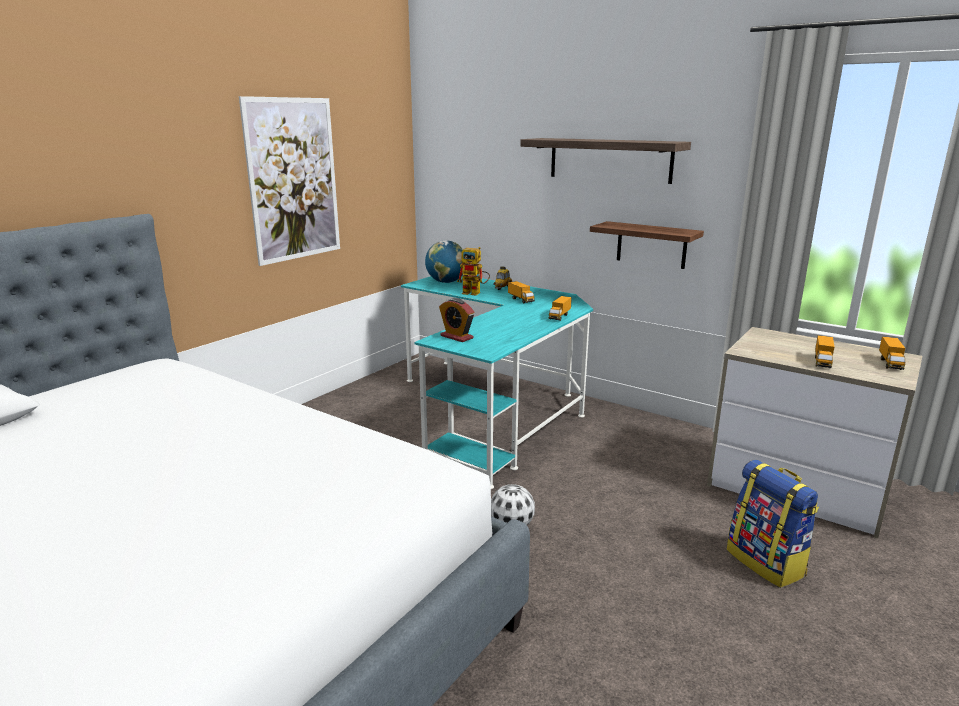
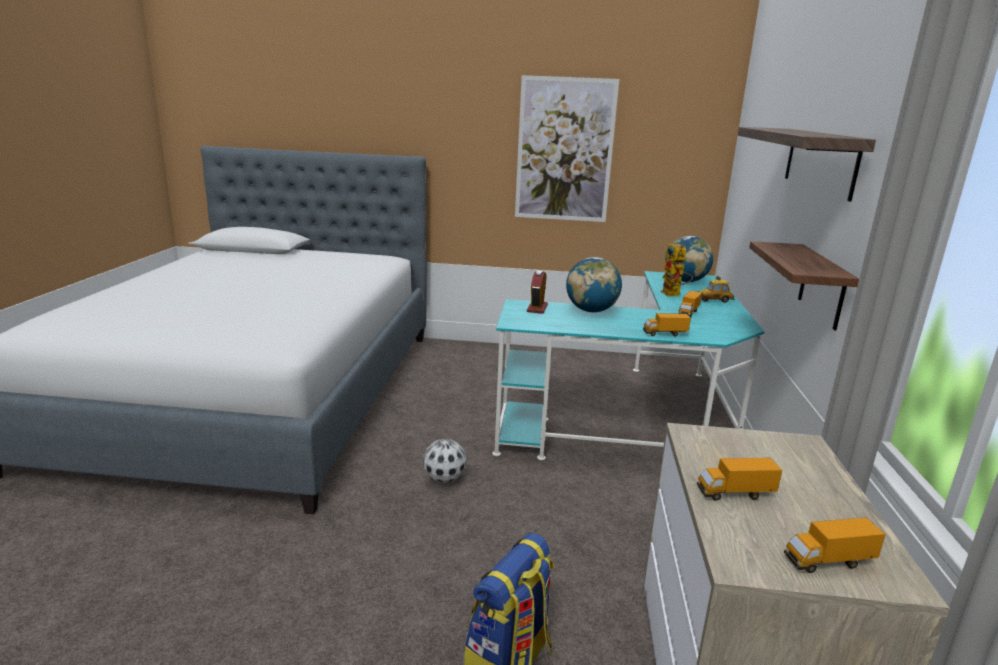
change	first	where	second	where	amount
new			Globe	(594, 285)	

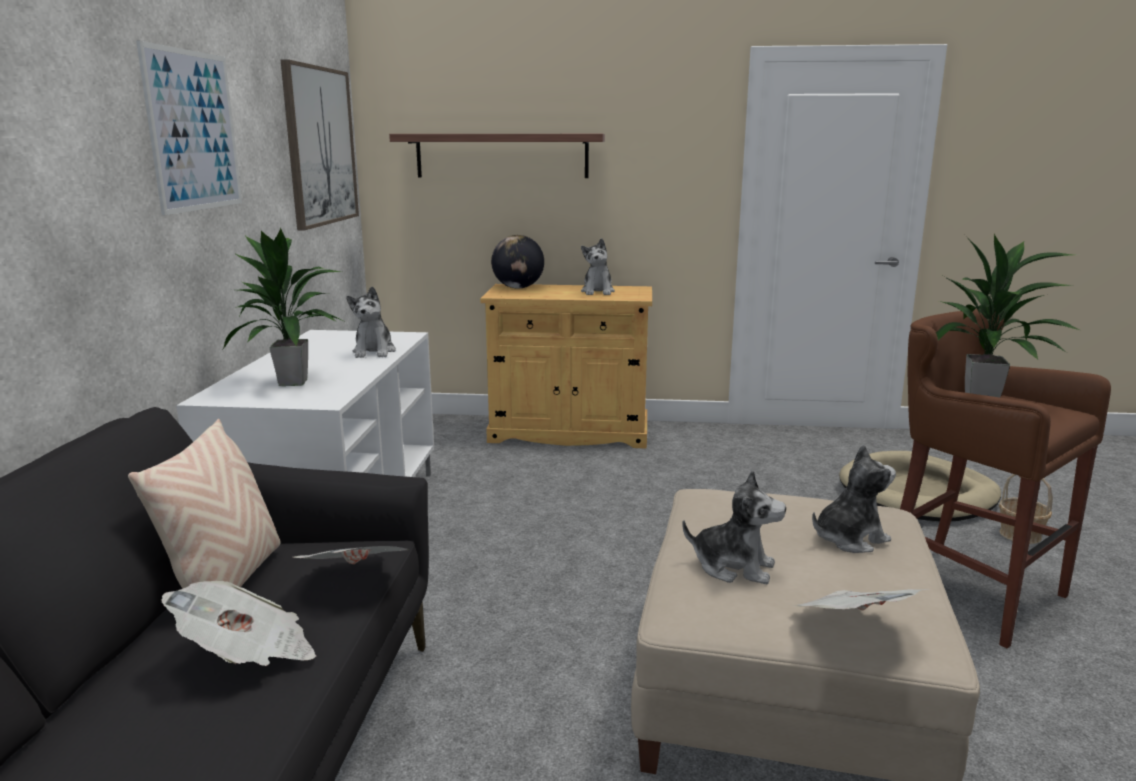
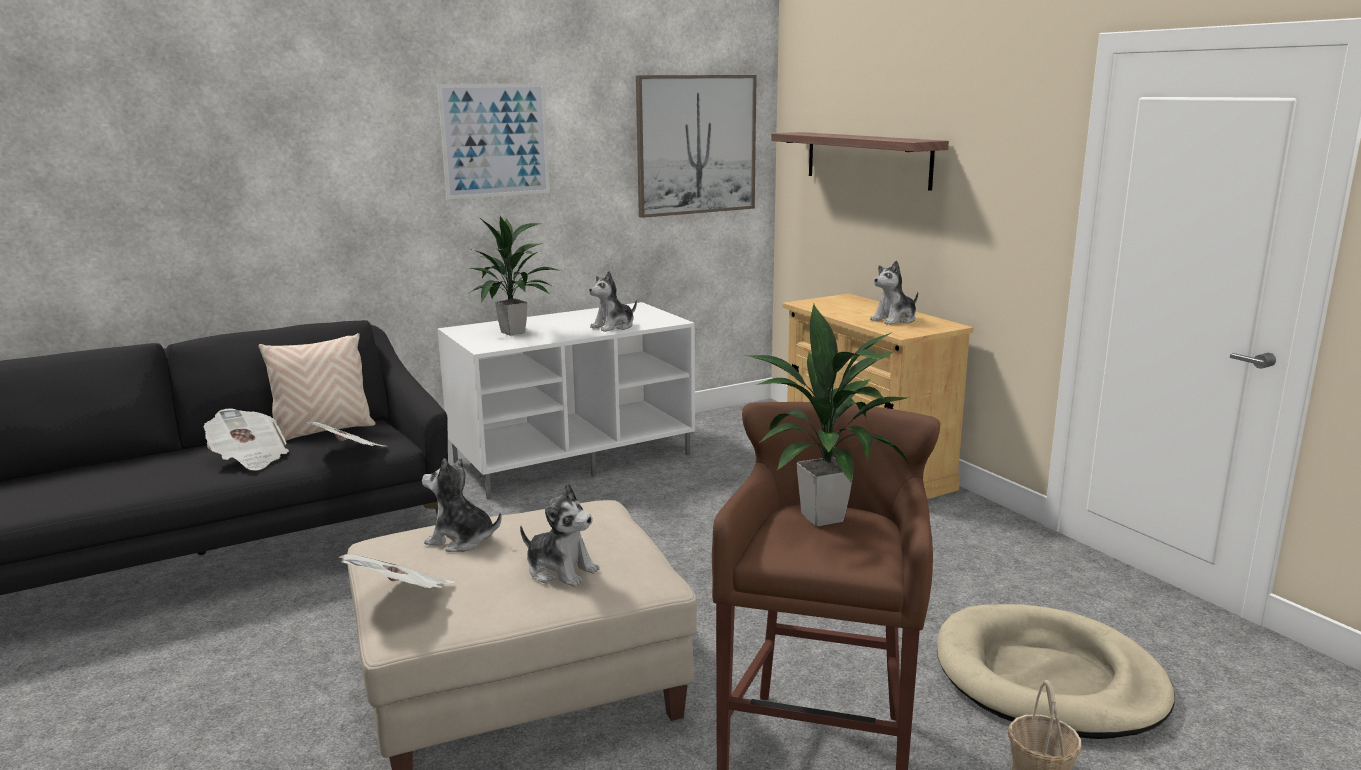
change	first	where	second	where	amount
gone	Globe	(517, 261)			
rotated	PlushToy	(734, 527)		(462, 505)	120 degrees clockwise

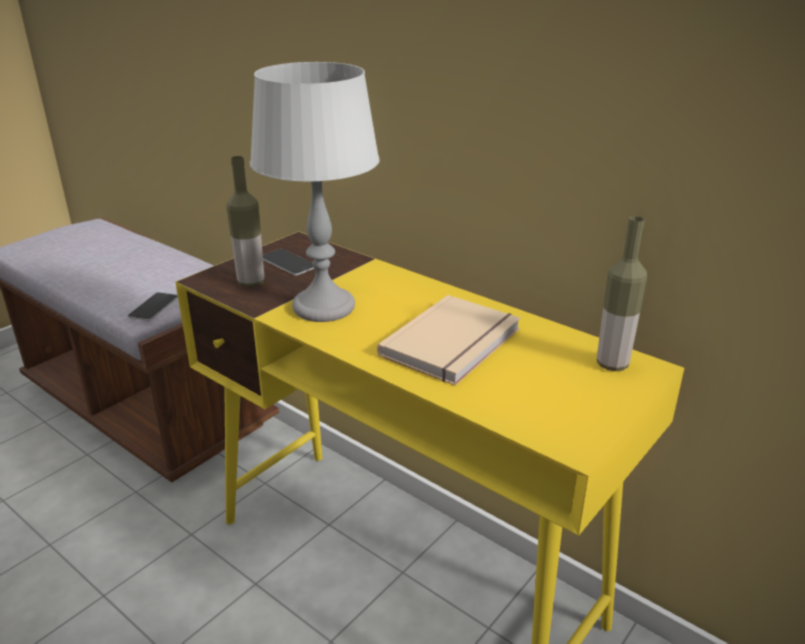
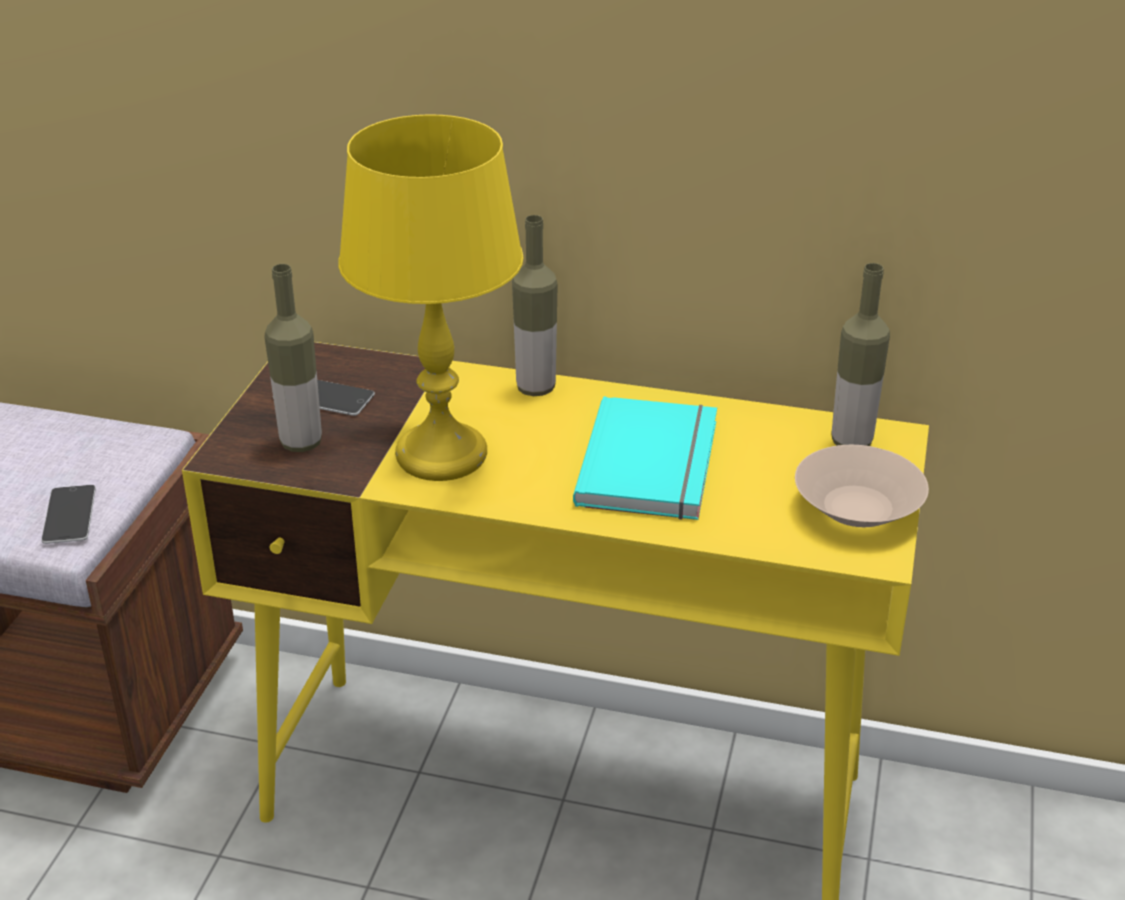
change	first	where	second	where	amount
repainted	GreyishTableLamp	(314, 192)	YellowishTableLamp	(431, 297)	
repainted	BeigeBook	(449, 340)	BlueGreenBook	(645, 458)	
new			Bottle	(535, 305)	
new			BeigeDeepDish	(862, 486)	

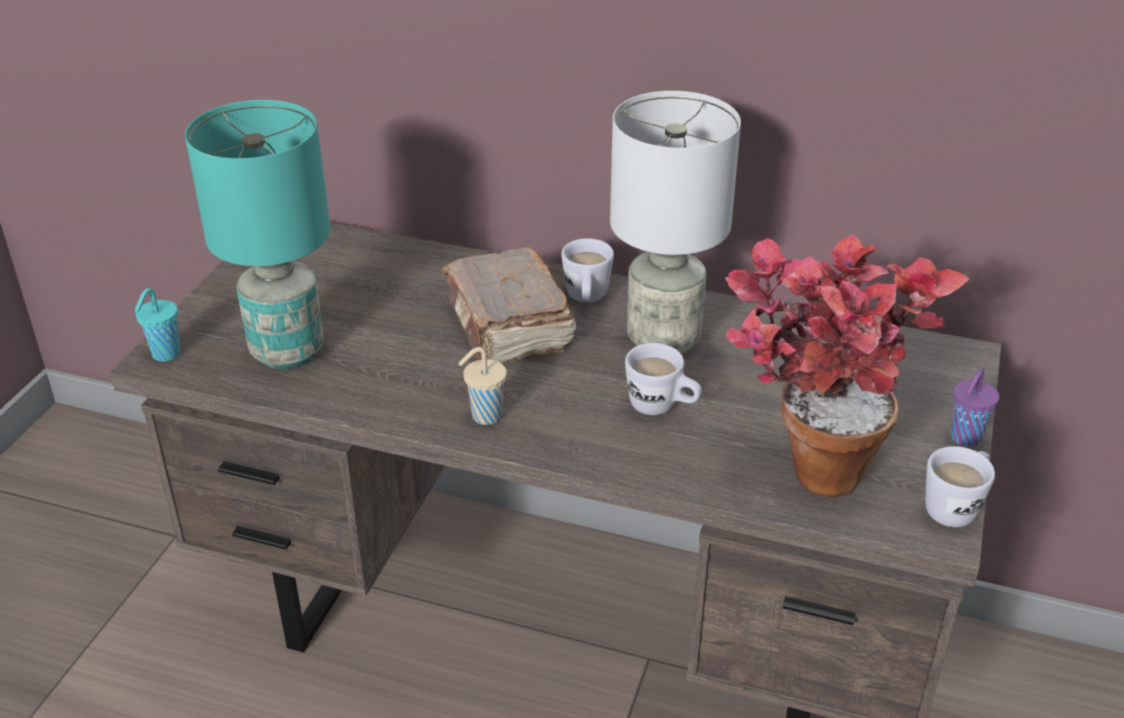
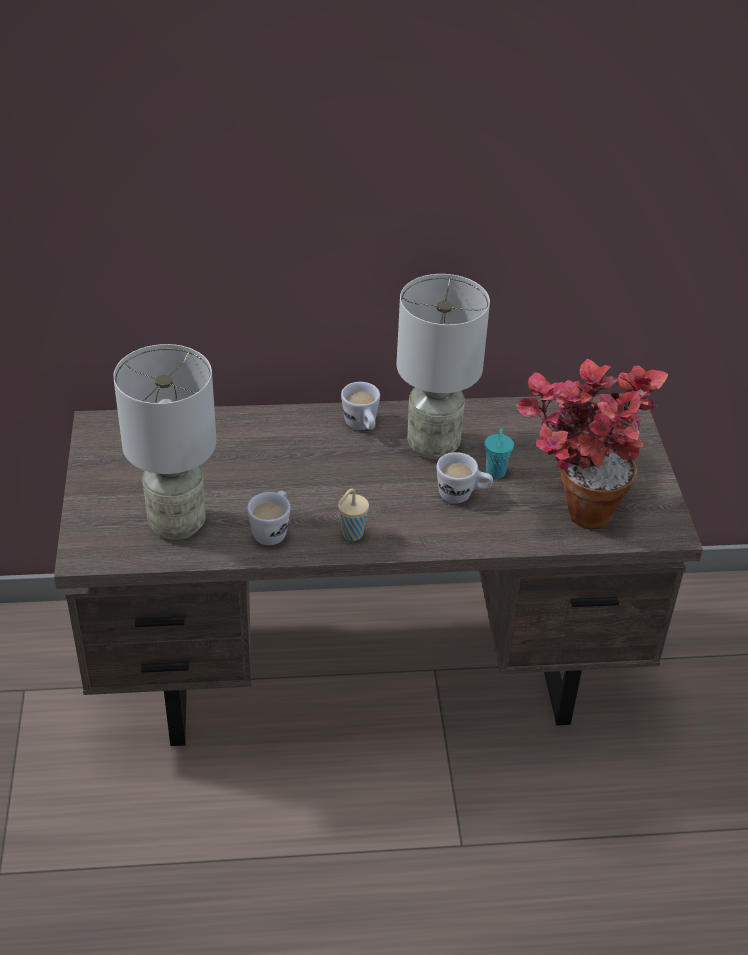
change	first	where	second	where	amount
shifted	BlueGreenCup	(157, 325)		(499, 453)	
repainted	BlueGreenTableLamp	(257, 234)	GreyishTableLamp	(164, 442)	
gone	BrownColouredBook	(509, 305)			
shifted	WhiteTeaMug	(960, 486)		(269, 518)	
gone	PurpleColouredCup	(974, 408)			

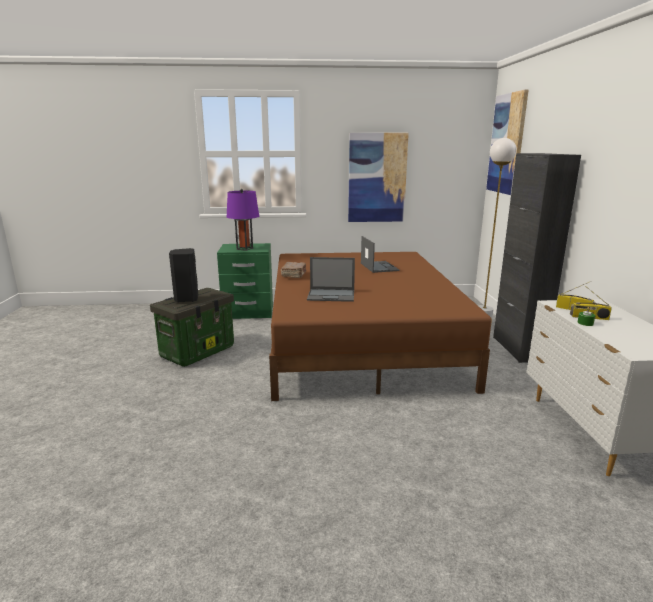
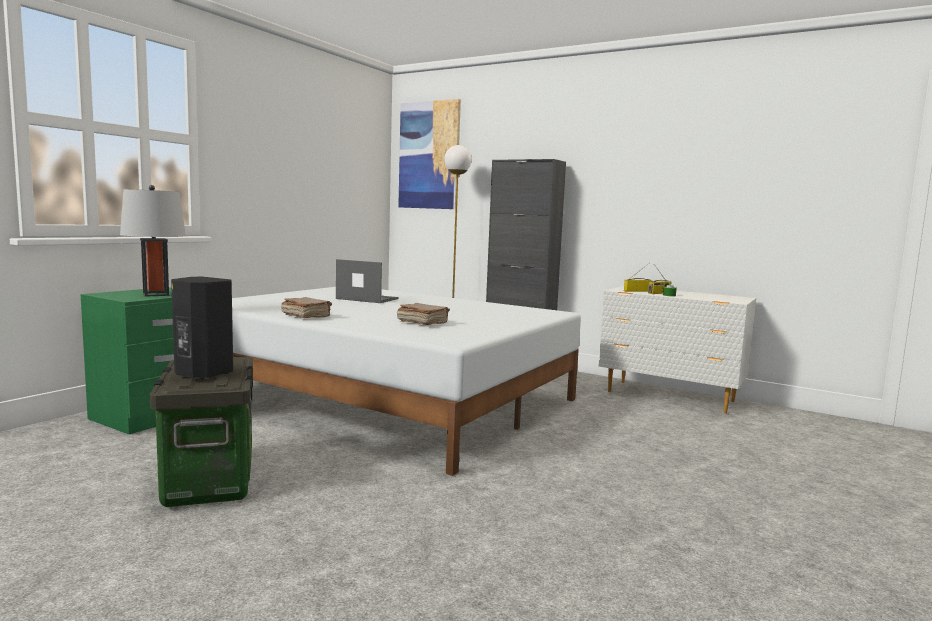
change	first	where	second	where	amount
repainted	PurpleColouredTableLamp	(243, 220)	GreyishTableLamp	(153, 241)	
repainted	BrownColouredSleepingBed	(380, 326)	WhiteSleepingBed	(406, 381)	
swapped	NotebookComputer	(331, 279)	BrownColouredBook	(423, 314)	
gone	Picture	(378, 177)			

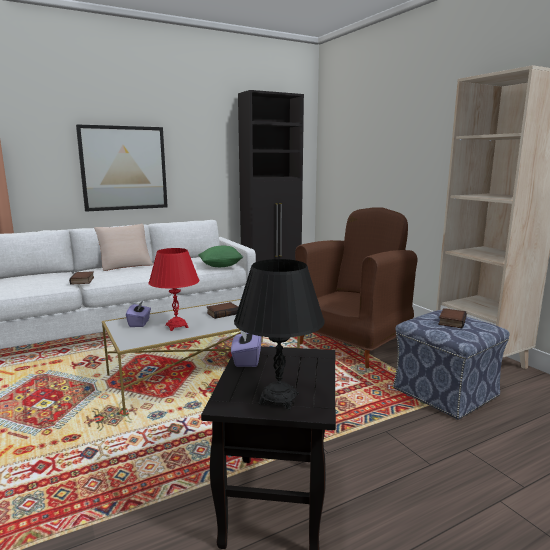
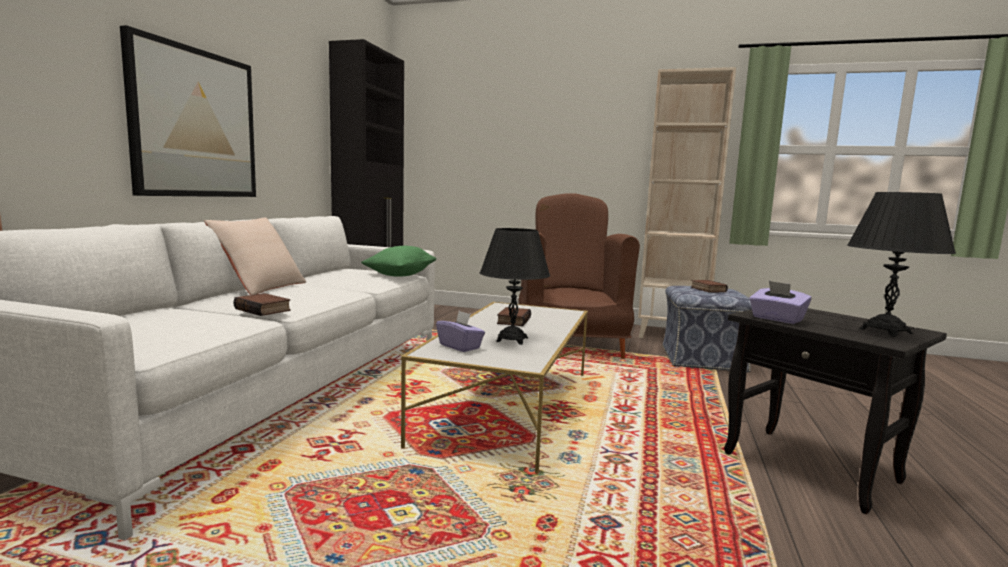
change	first	where	second	where	amount
repainted	ReddishTableLamp	(174, 289)	BlackColouredTableLamp	(515, 286)	

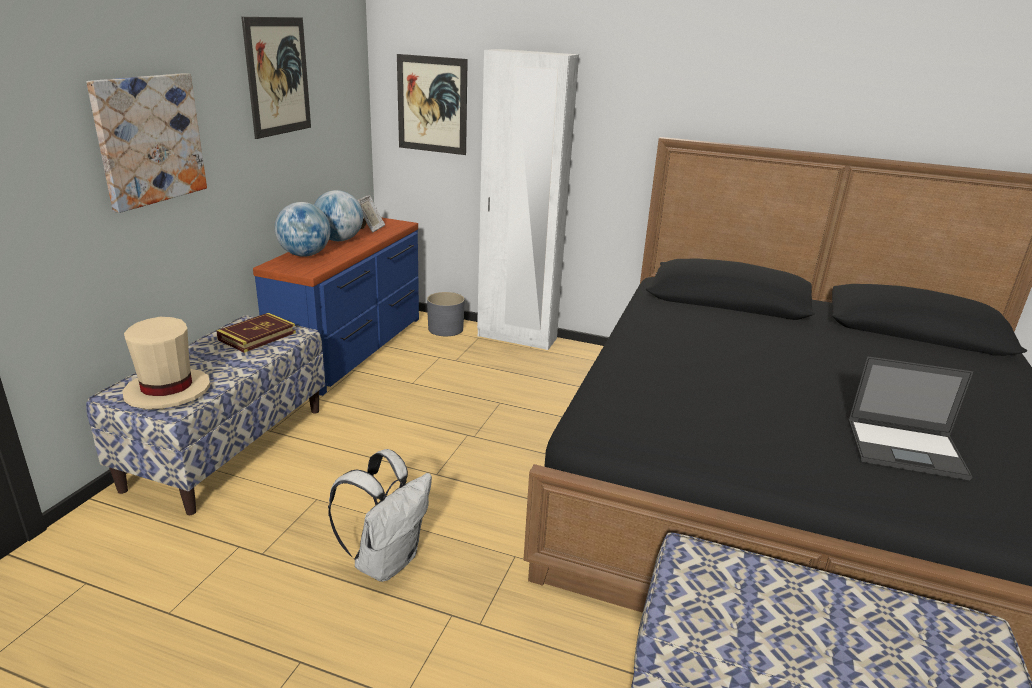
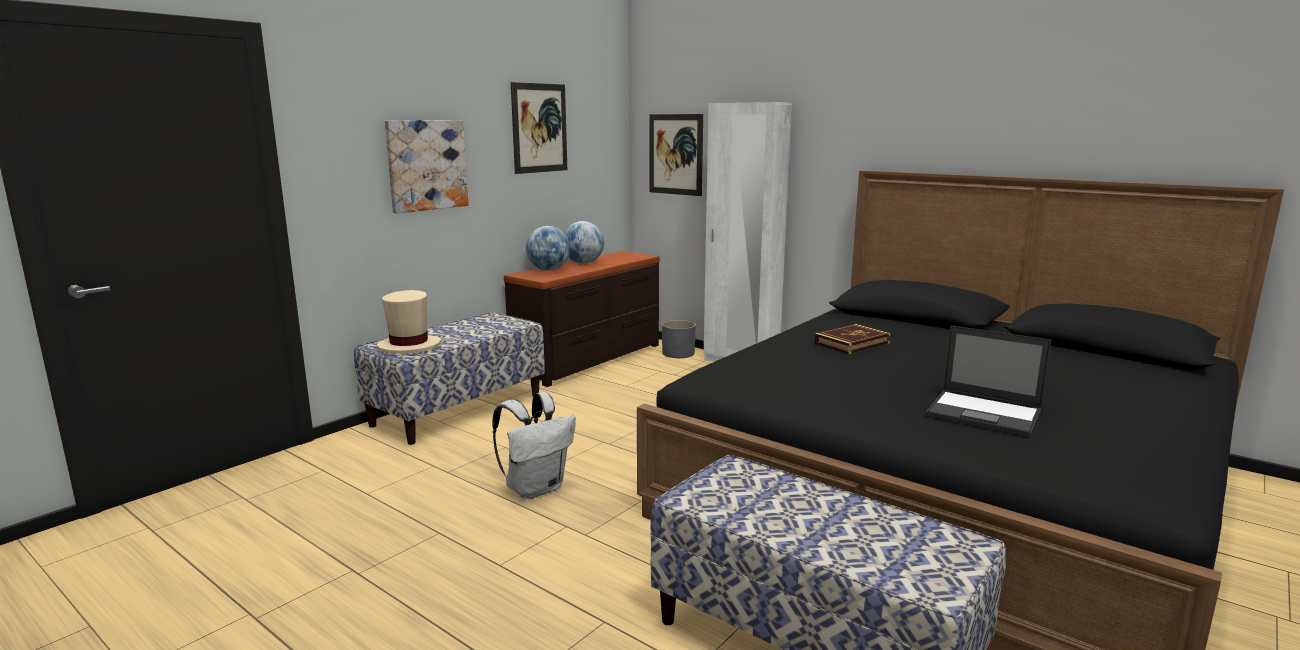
change	first	where	second	where	amount
shifted	Book	(256, 333)		(852, 339)	
repainted	BlueColouredDrawerChest	(336, 306)	BrownColouredDrawerChest	(582, 319)	
gone	PhotoFrame	(371, 213)			

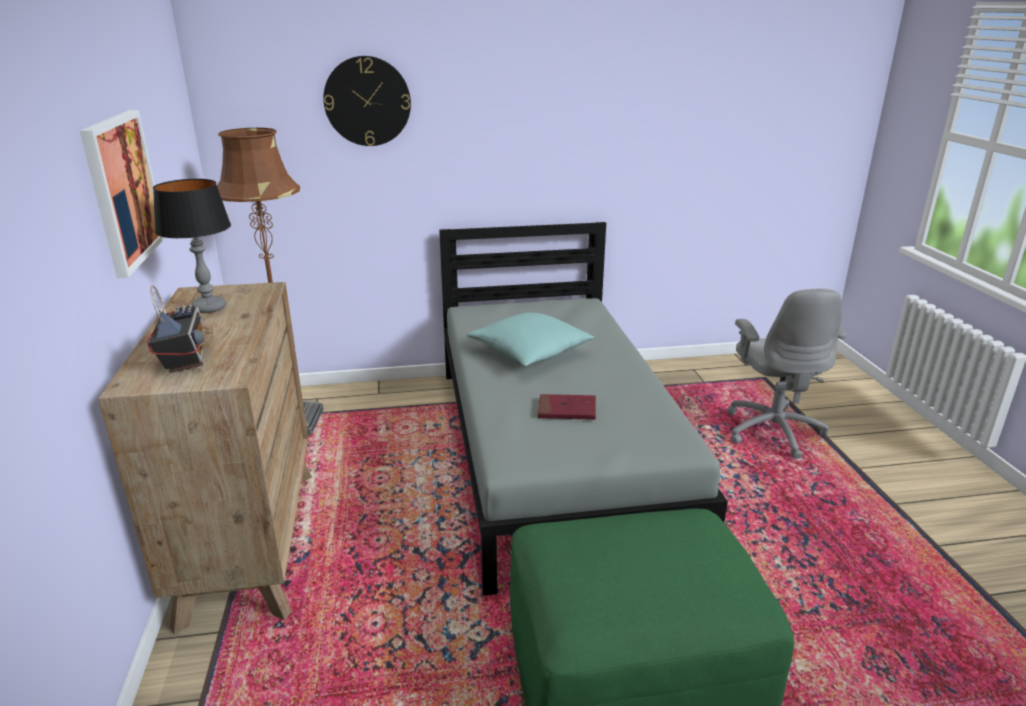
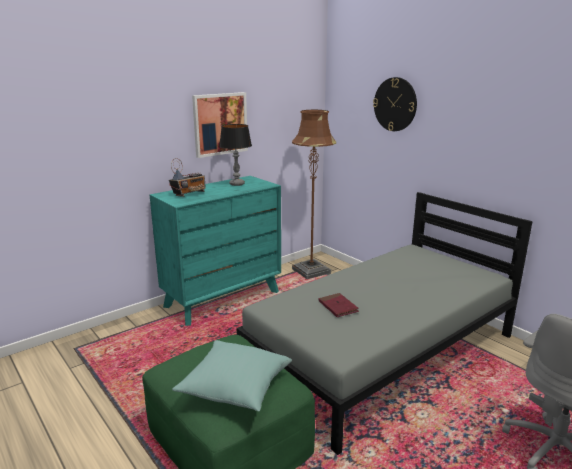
change	first	where	second	where	amount
repainted	BrownColouredDrawerChest	(205, 458)	BlueGreenDrawerChest	(215, 251)	
shifted	BlueGreenCushion	(531, 339)		(232, 375)	

